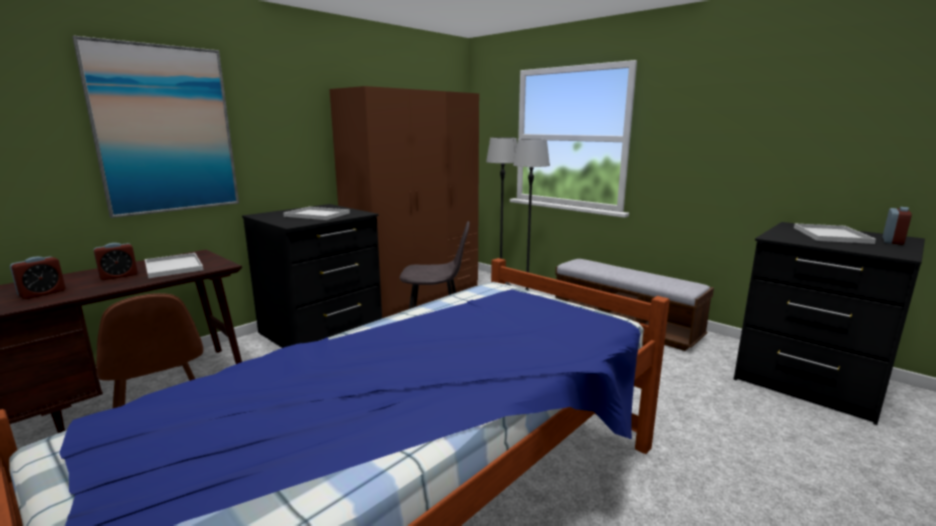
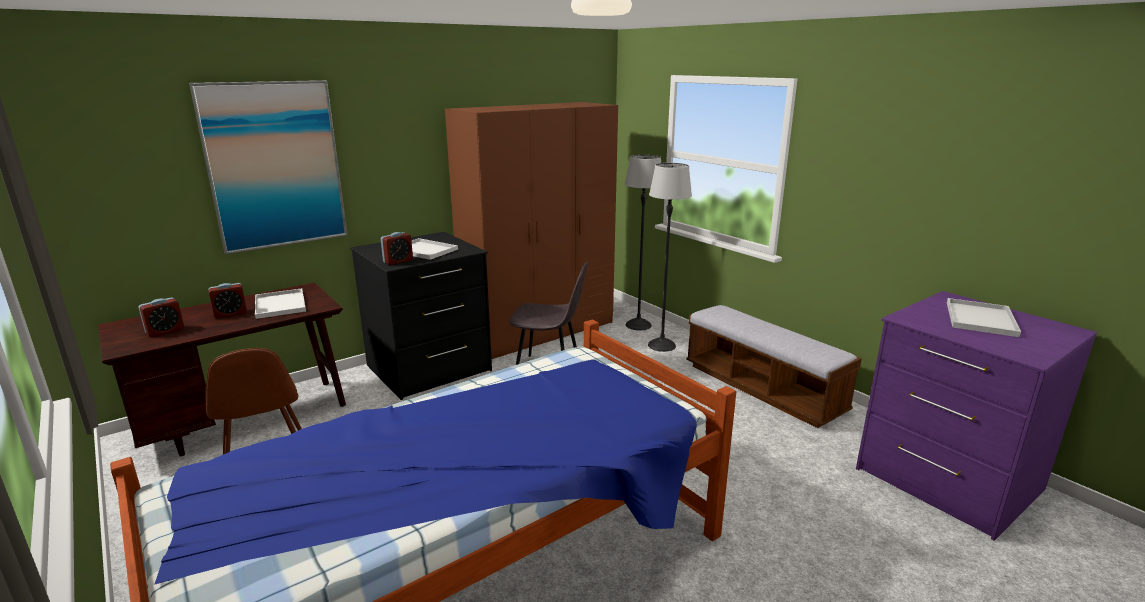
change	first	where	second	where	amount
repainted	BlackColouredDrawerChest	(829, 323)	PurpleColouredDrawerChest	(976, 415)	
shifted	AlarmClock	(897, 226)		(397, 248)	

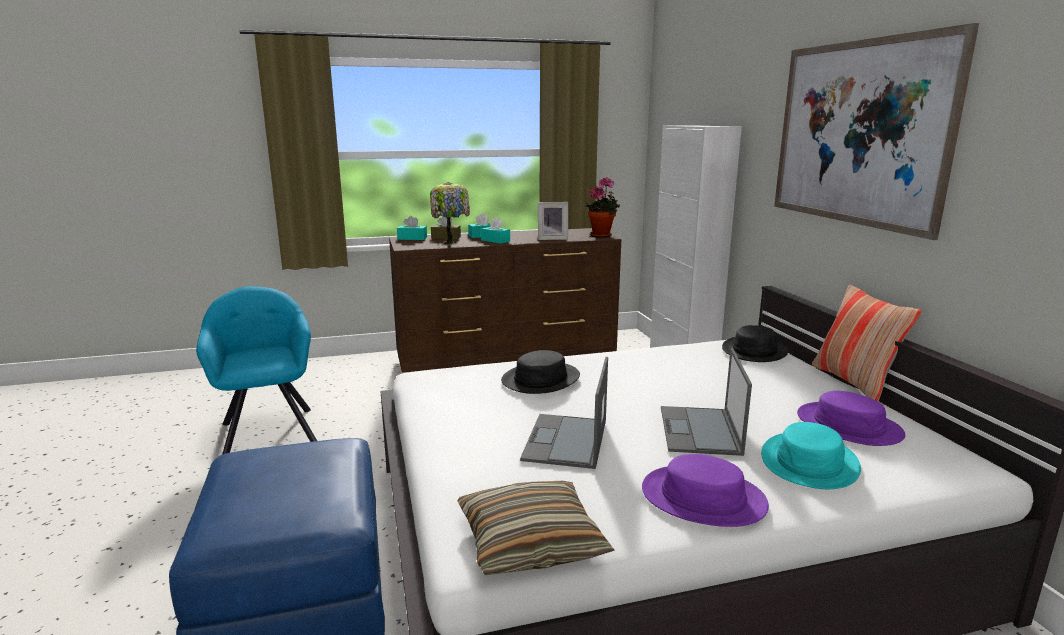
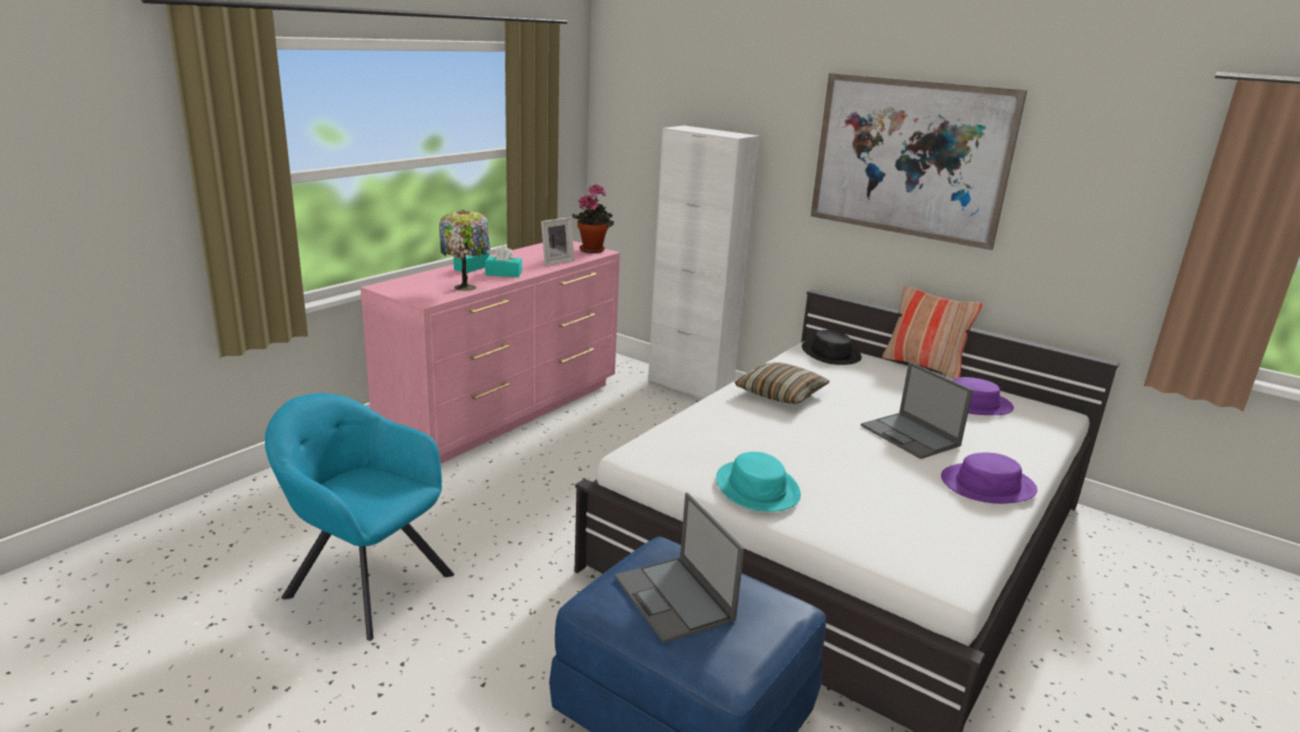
change	first	where	second	where	amount
repainted	BrownColouredDrawerChest	(505, 300)	PinkColouredDrawerChest	(490, 352)	
gone	BlueGreenBoxOfTissues	(412, 228)			
gone	BrownColouredBoxOfTissues	(446, 228)			
shifted	Cushion	(536, 528)		(782, 383)	
gone	BlackColouredHat	(540, 372)			
shifted	NotebookComputer	(564, 413)		(679, 567)	
shifted	BlueGreenHat	(811, 455)		(758, 482)	

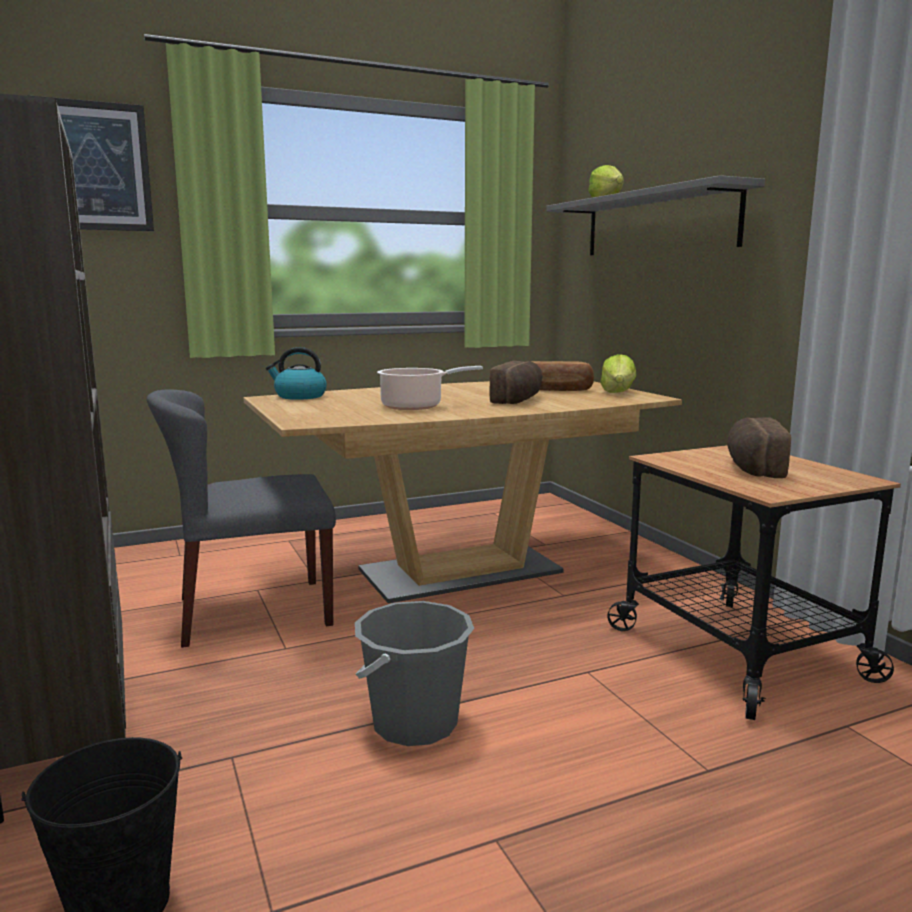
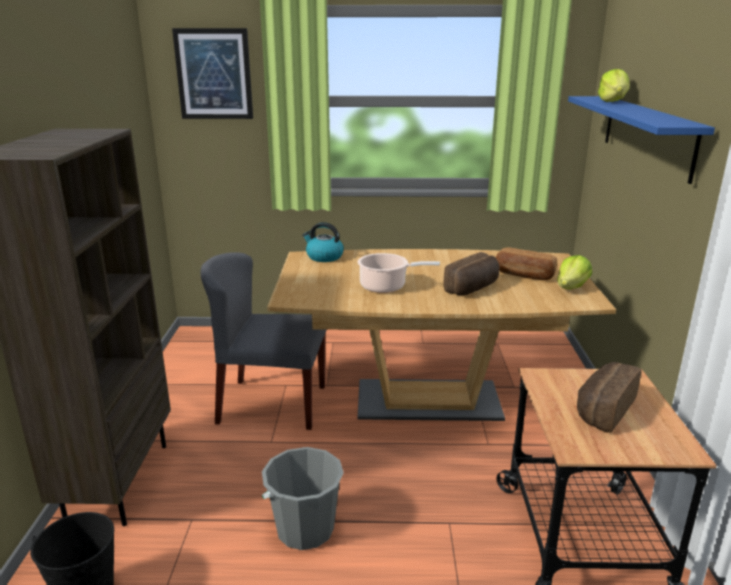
change	first	where	second	where	amount
repainted	GreyishShelf	(655, 215)	BlueColouredShelf	(641, 140)	

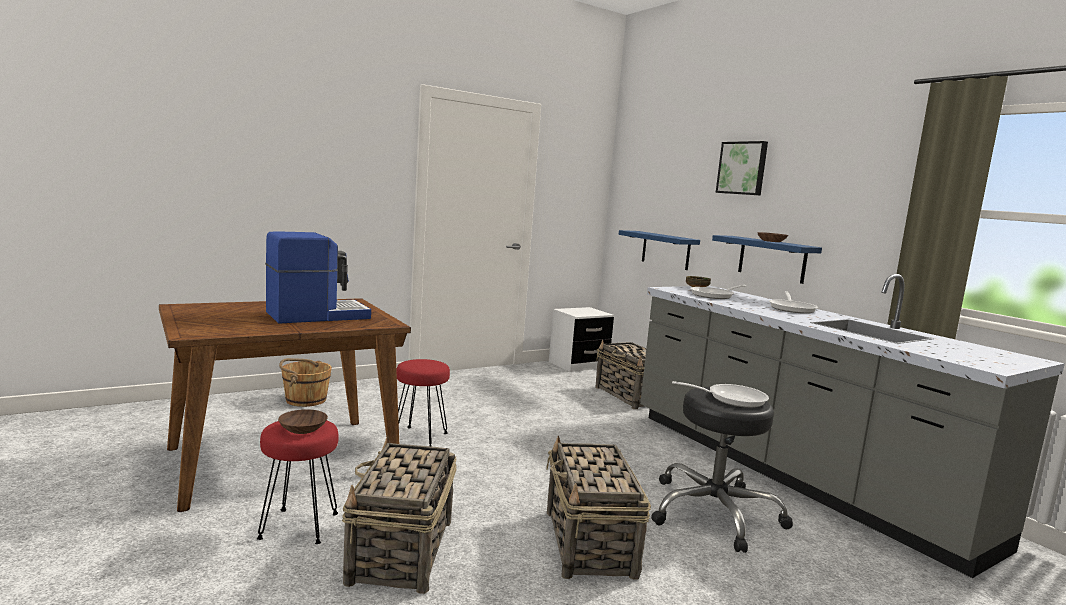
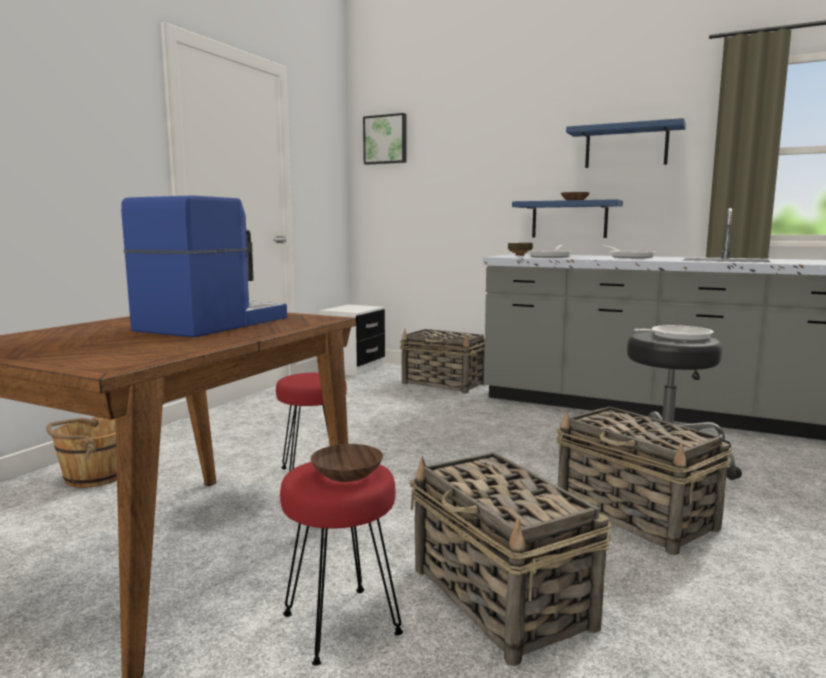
change	first	where	second	where	amount
shifted	BlueColouredShelf	(659, 250)		(626, 143)	
shifted	Picture	(742, 168)		(385, 139)	

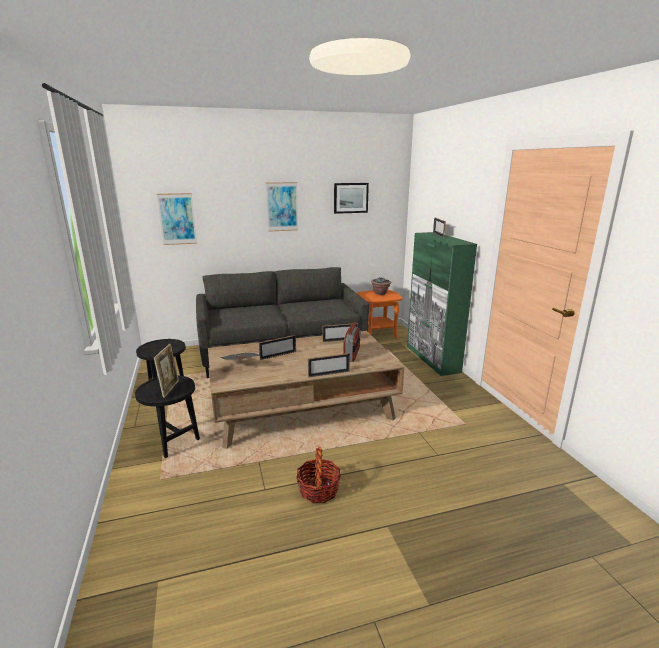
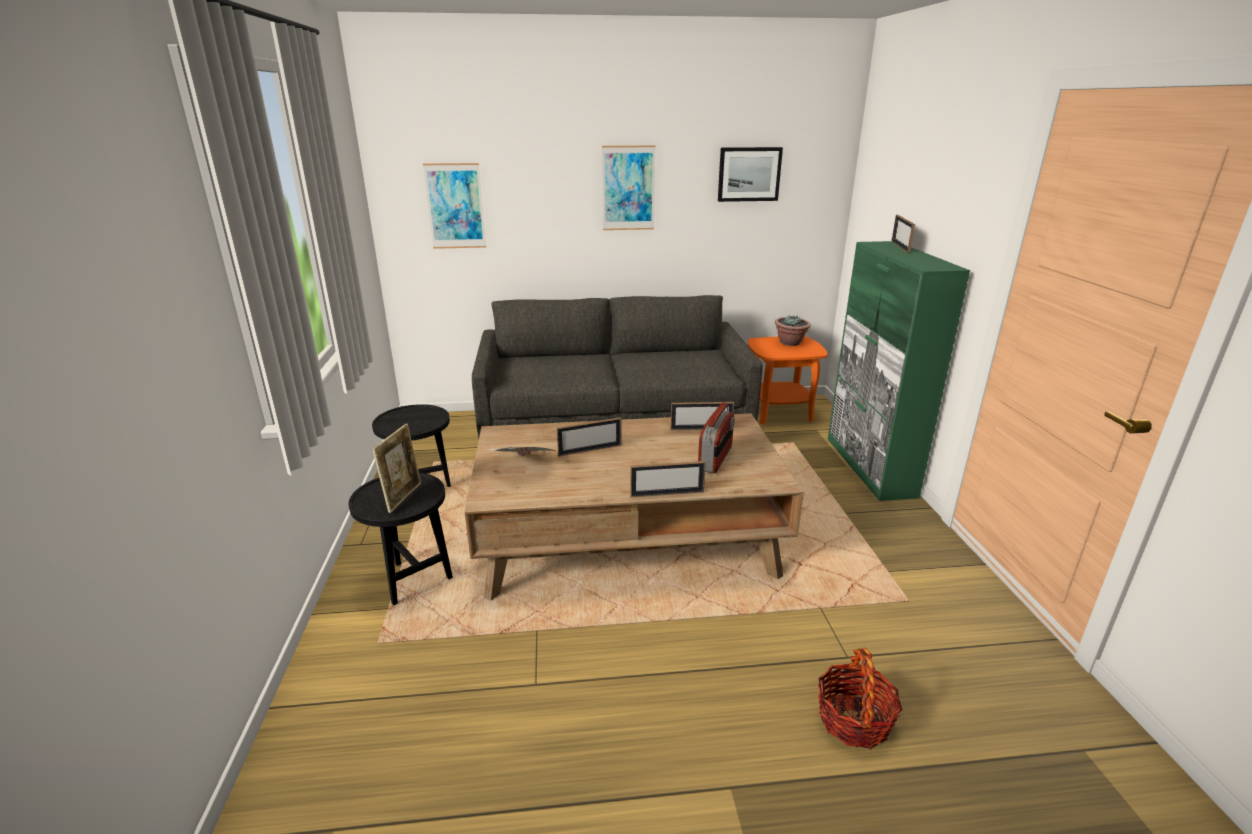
change	first	where	second	where	amount
shifted	Basket	(318, 475)		(860, 698)	

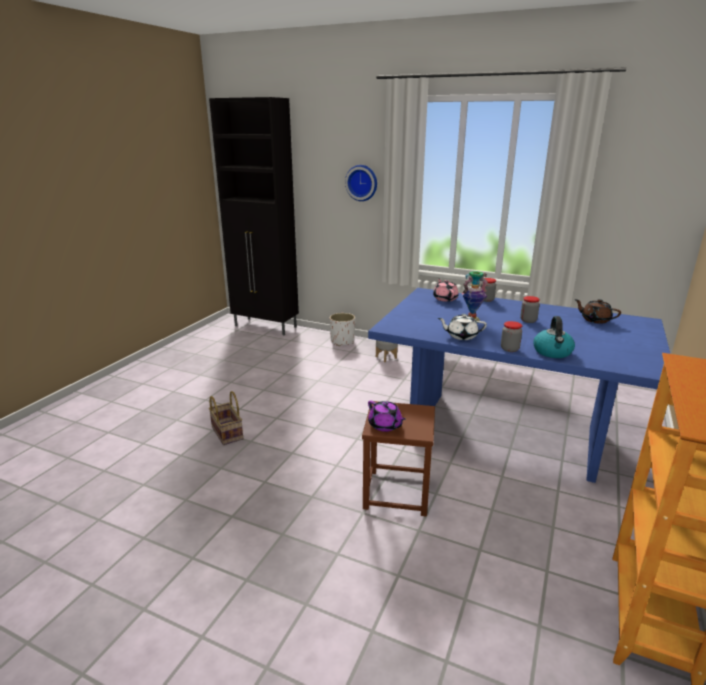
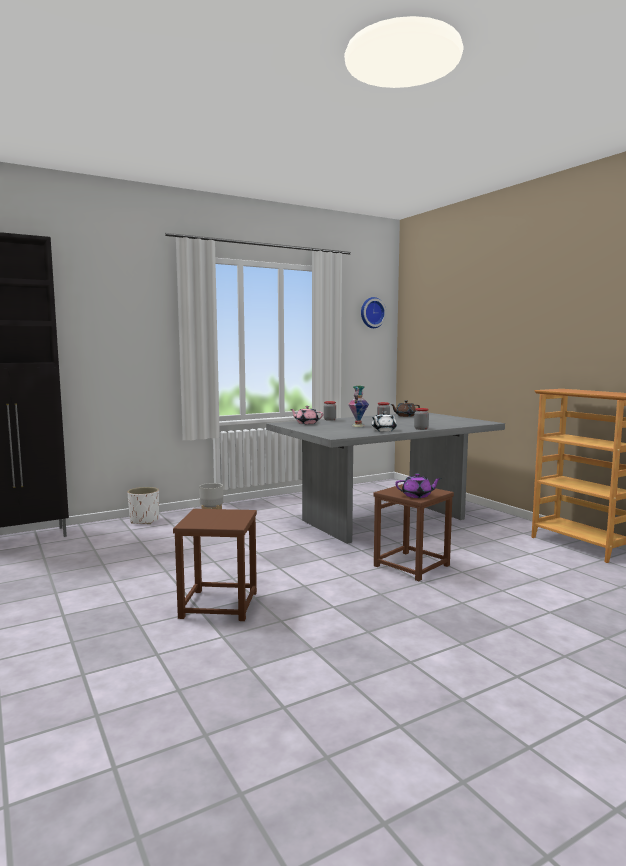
change	first	where	second	where	amount
swapped	Basket	(226, 418)	BrownColouredSittingStool	(215, 565)	
shifted	ClockOnTheWall	(361, 183)		(373, 312)	
repainted	BlueColouredKitchenTable	(519, 385)	GreyishKitchenTable	(385, 478)	
gone	TeaKettle	(554, 337)			

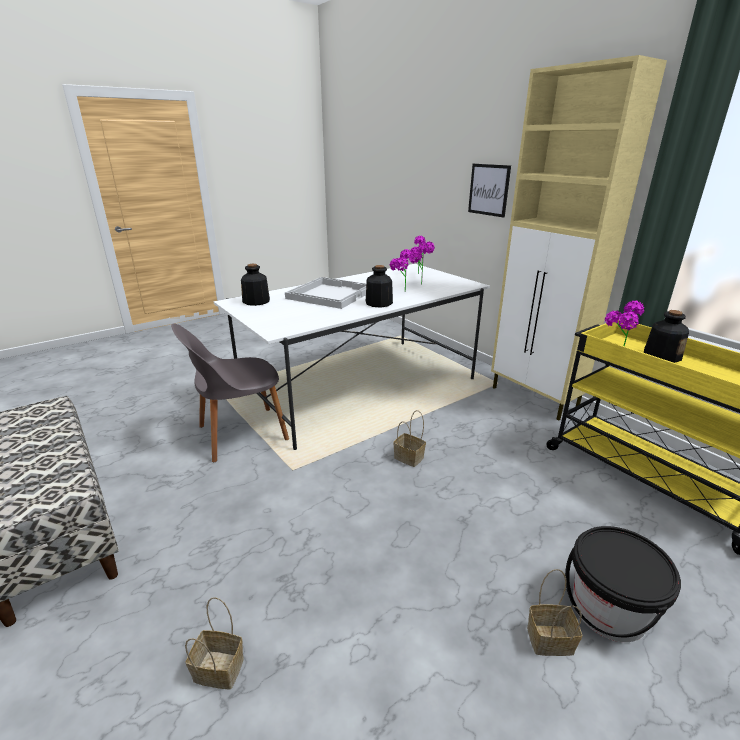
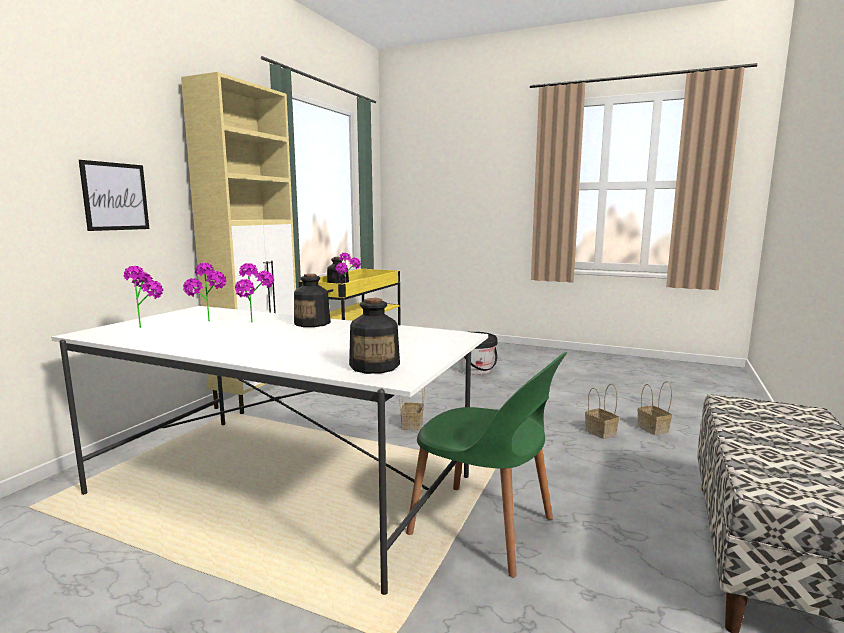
change	first	where	second	where	amount
repainted	GreyishChair	(230, 392)	GreenChair	(486, 464)	
gone	WhiteTray	(325, 293)			
shifted	Basket	(554, 612)		(602, 411)	

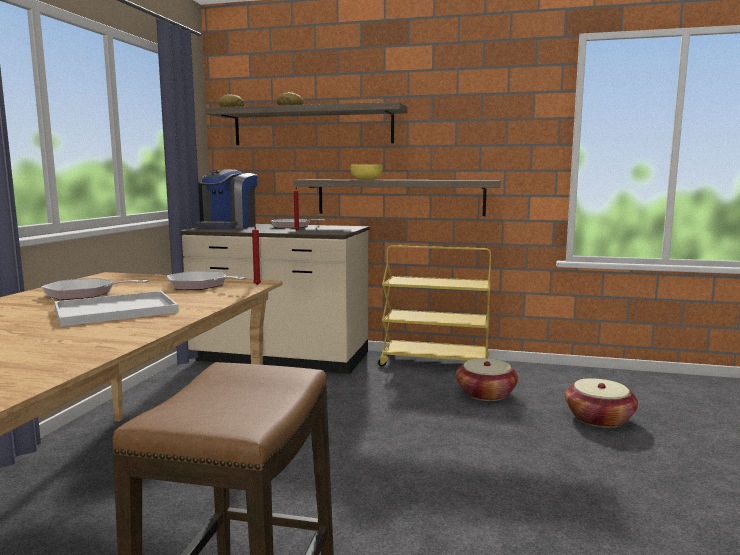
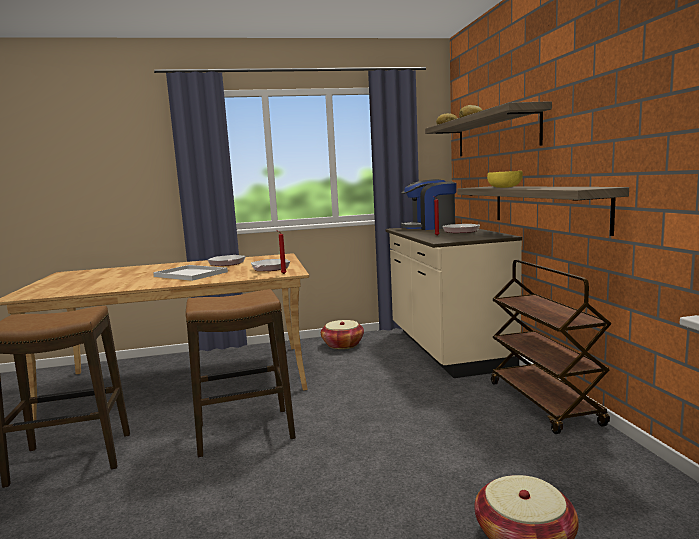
change	first	where	second	where	amount
repainted	YellowishCart	(434, 305)	BrownColouredCart	(551, 347)	
shifted	Basket	(487, 379)		(342, 334)	
new			SittingStool	(241, 373)	

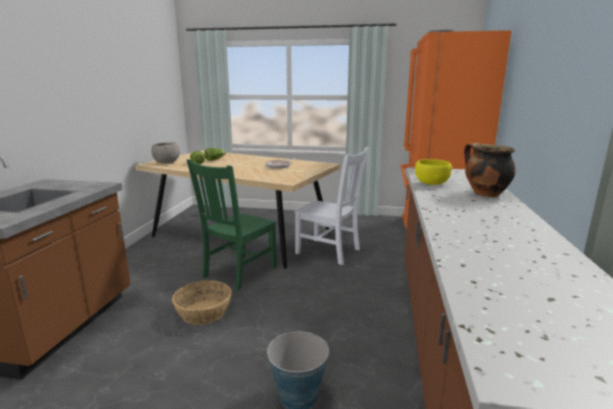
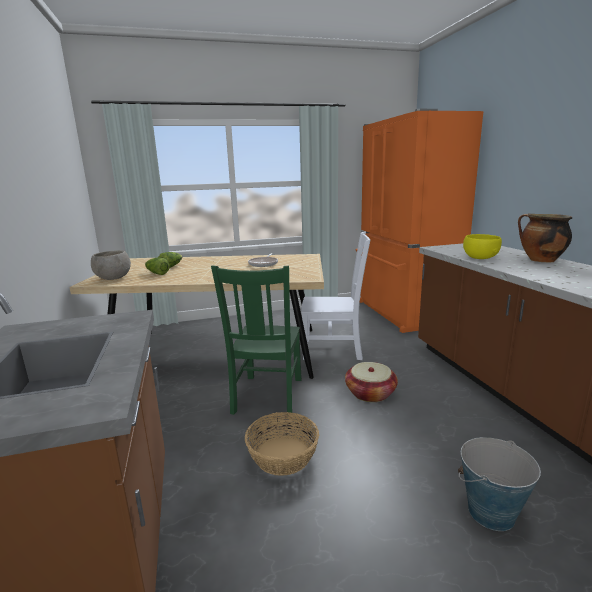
change	first	where	second	where	amount
new			Basket	(371, 382)	

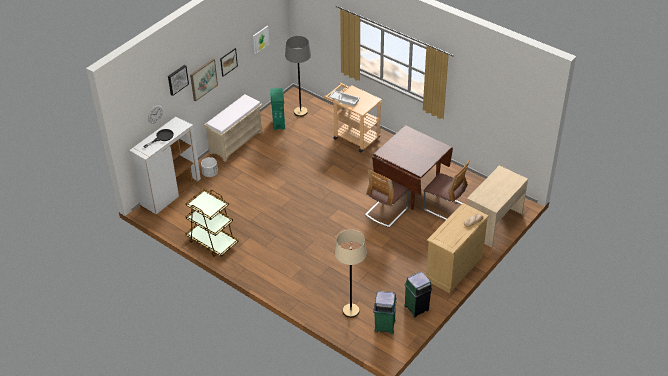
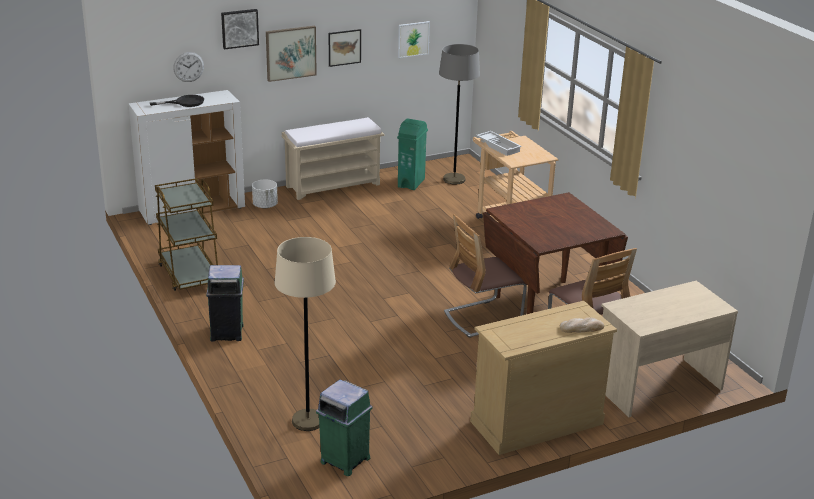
change	first	where	second	where	amount
shifted	GreenTrashCan	(418, 294)		(225, 303)	

